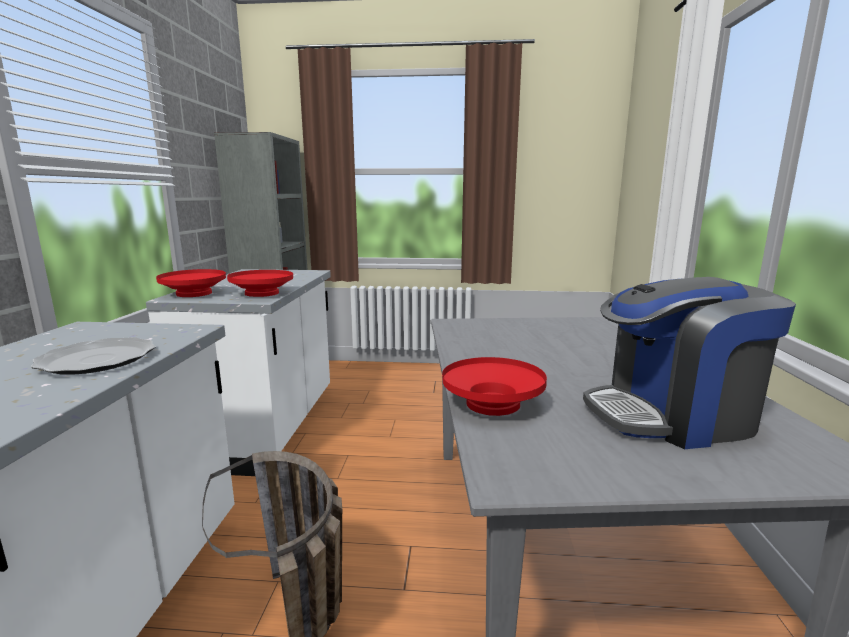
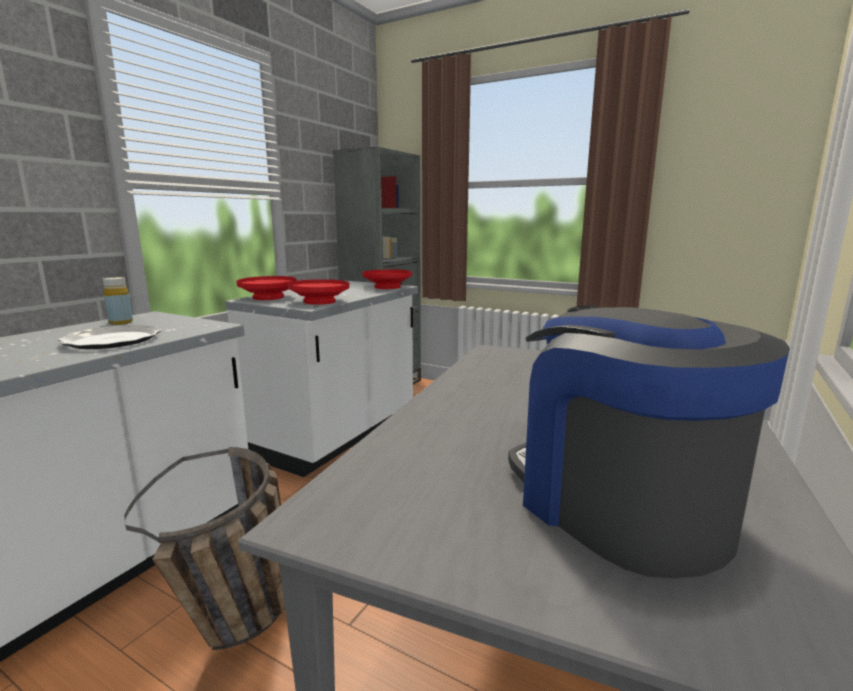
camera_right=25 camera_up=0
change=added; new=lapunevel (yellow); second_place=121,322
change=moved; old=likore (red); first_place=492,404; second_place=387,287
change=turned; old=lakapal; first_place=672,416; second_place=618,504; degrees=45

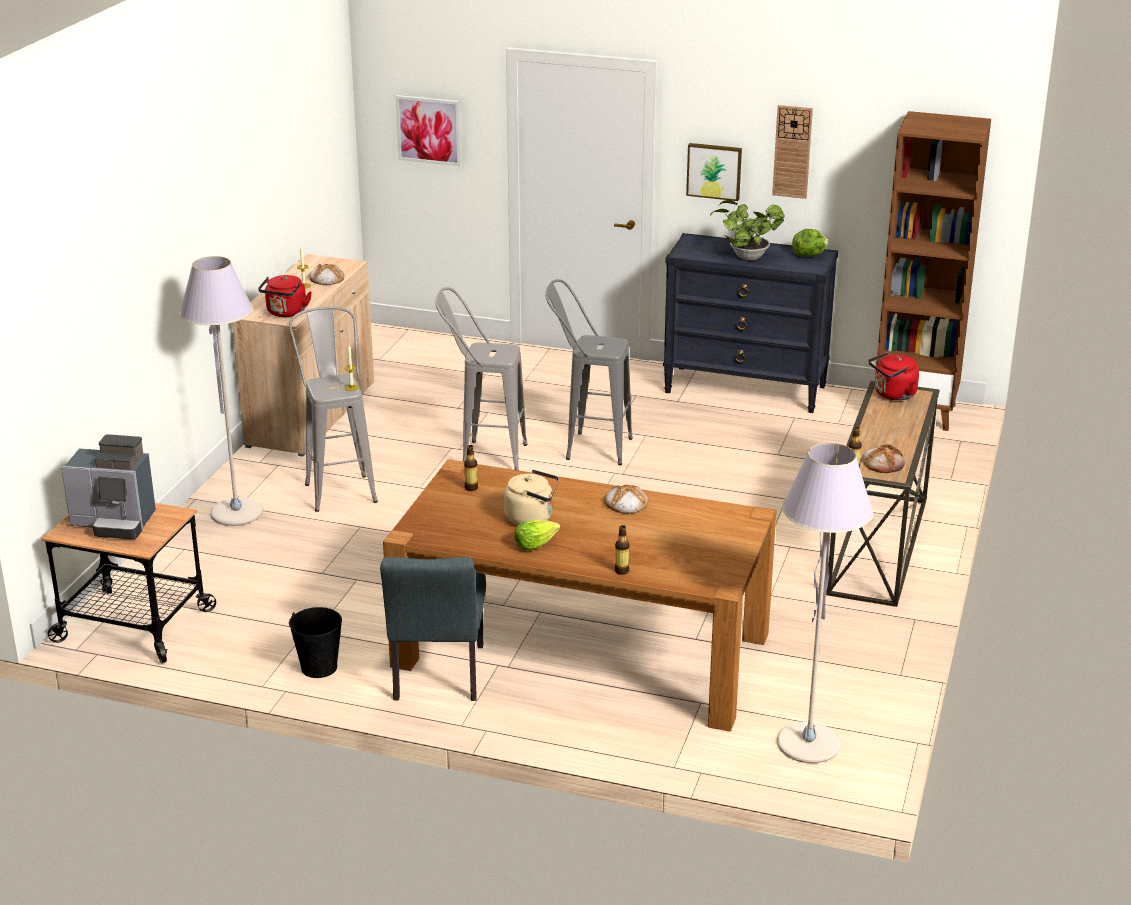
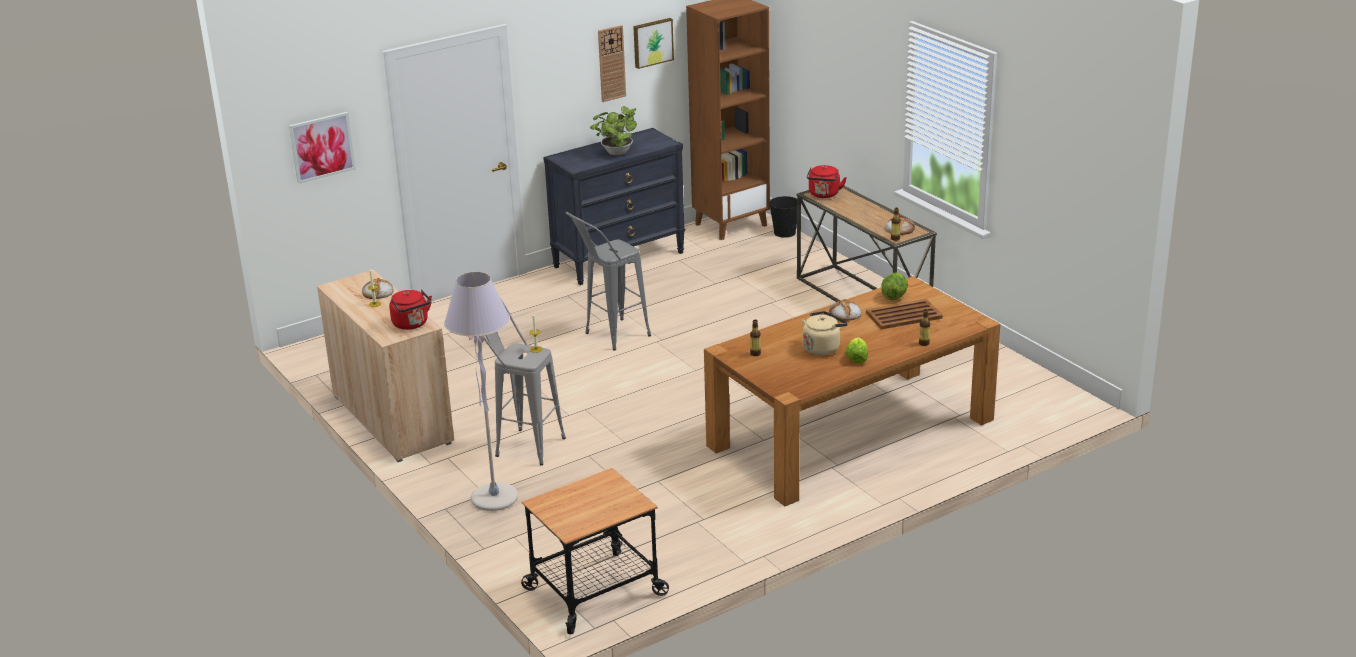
camera_right=-50 camera_up=0
change=moved; old=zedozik; first_place=714,171; second_place=652,42
change=moved; old=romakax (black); first_place=319,667; second_place=784,232
change=added; new=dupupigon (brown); second_place=903,315
change=moved; old=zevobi; first_place=809,255; second_place=894,296
change=removed; old=lakapal; first_place=115,523
change=removed; old=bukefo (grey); first_place=437,678
change=removed; old=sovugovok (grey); first_place=482,456
change=removed; old=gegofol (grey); first_place=808,744

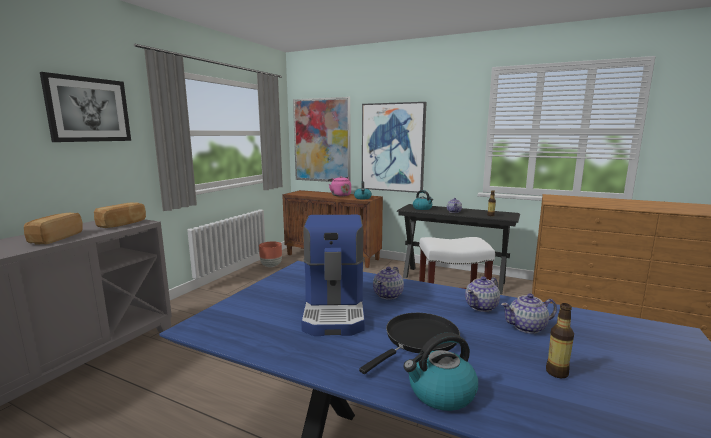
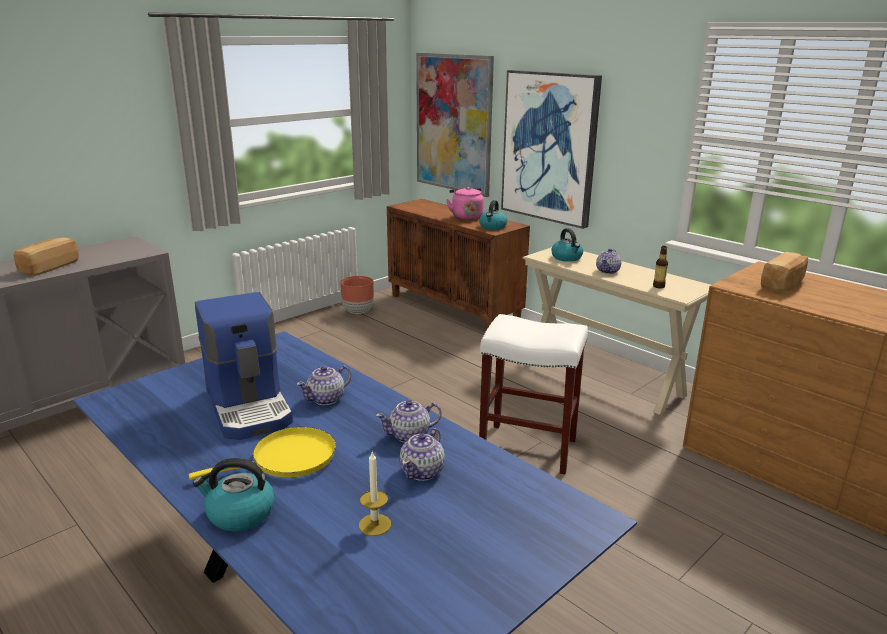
camera_right=20 camera_up=10
change=recoloured; old=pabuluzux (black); new=pabuluzux (yellow); first_place=418,340; second_place=288,459
change=turned; old=lakapal; first_place=335,309; second_place=250,406; degrees=-45
change=replaced; old=lapunevel; new=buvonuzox; first_place=557,372; second_place=375,525
change=turned; old=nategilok; first_place=527,327; second_place=423,471; degrees=-75
change=recoloured; old=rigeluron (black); new=rigeluron (beige); first_place=453,280; second_place=604,377
change=moved; old=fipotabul; first_place=123,224; second_place=783,284
change=removed; old=zedozik; first_place=88,109

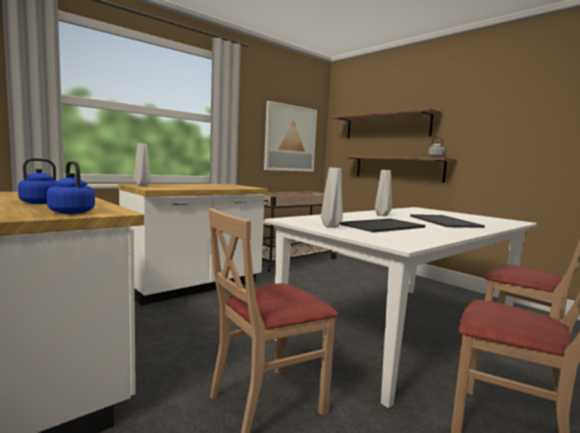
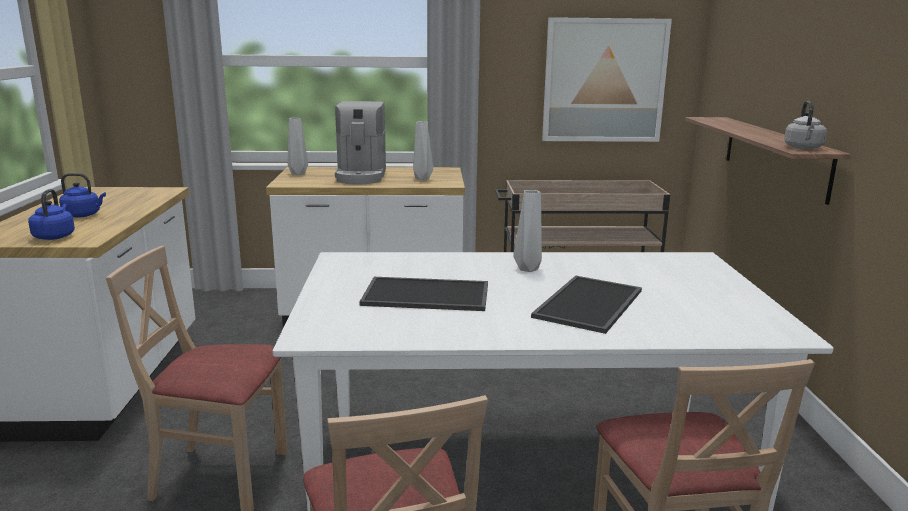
camera_right=40 camera_up=10
change=added; new=lakapal; second_place=361,176
change=moved; old=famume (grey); first_place=330,226; second_place=421,178
change=removed; old=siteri; first_place=386,126

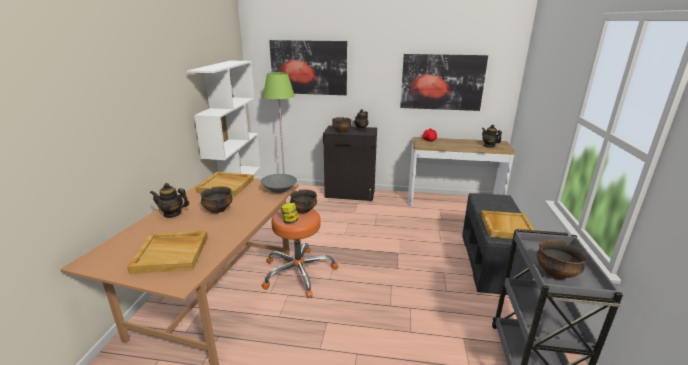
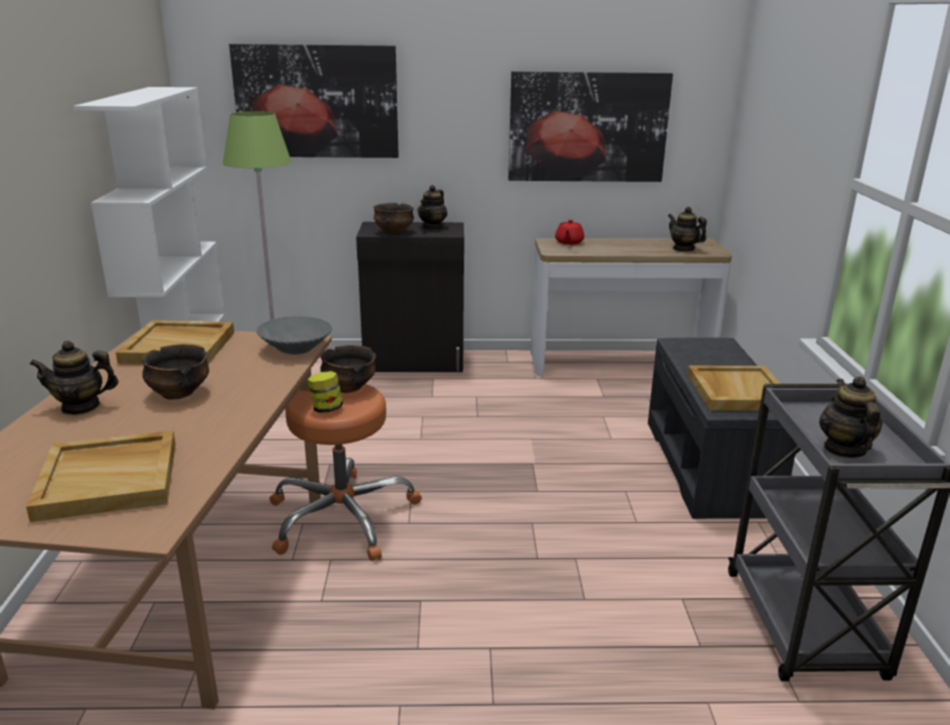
camera_right=-10 camera_up=0
change=replaced; old=likore; new=nategilok; first_place=555,273; second_place=844,449

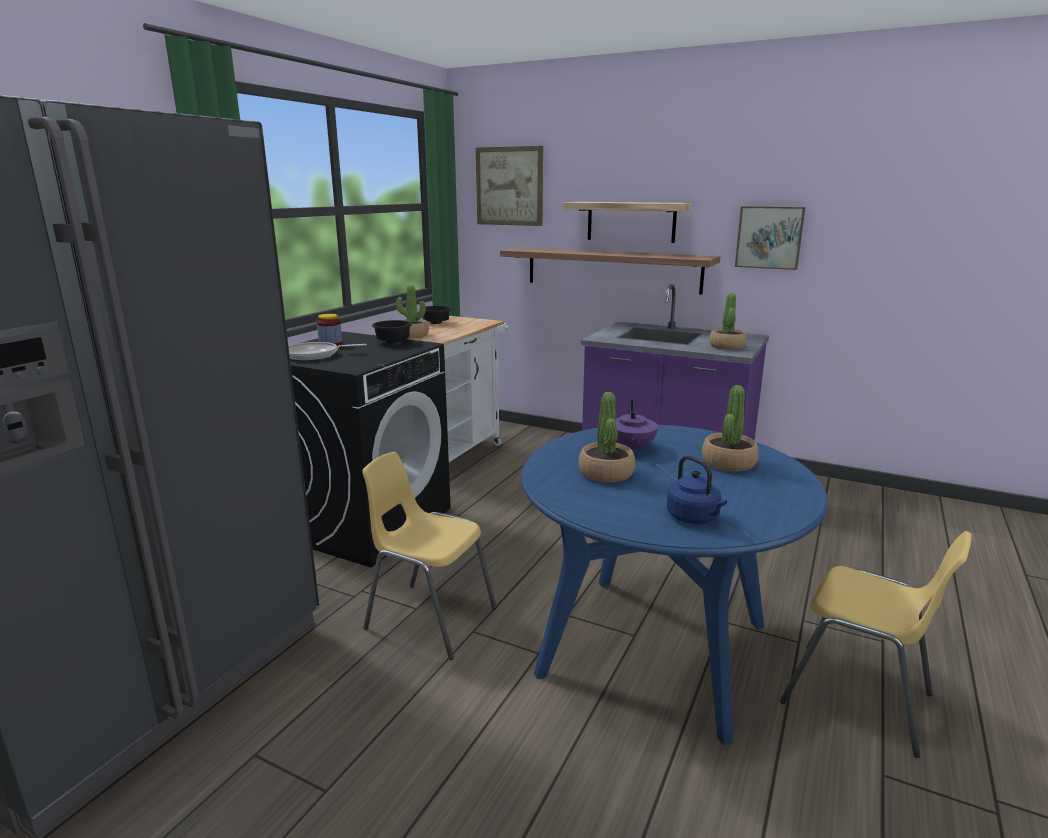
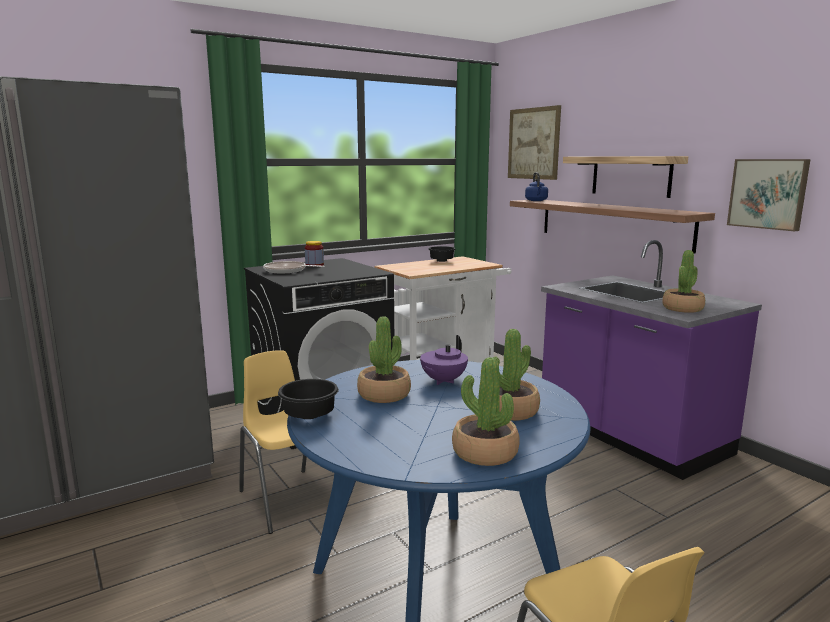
camera_right=30 camera_up=-5
change=moved; old=likore (black); first_place=392,342; second_place=308,415
change=moved; old=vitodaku; first_place=412,335; second_place=484,452
change=moved; old=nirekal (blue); first_place=694,518; second_place=536,200

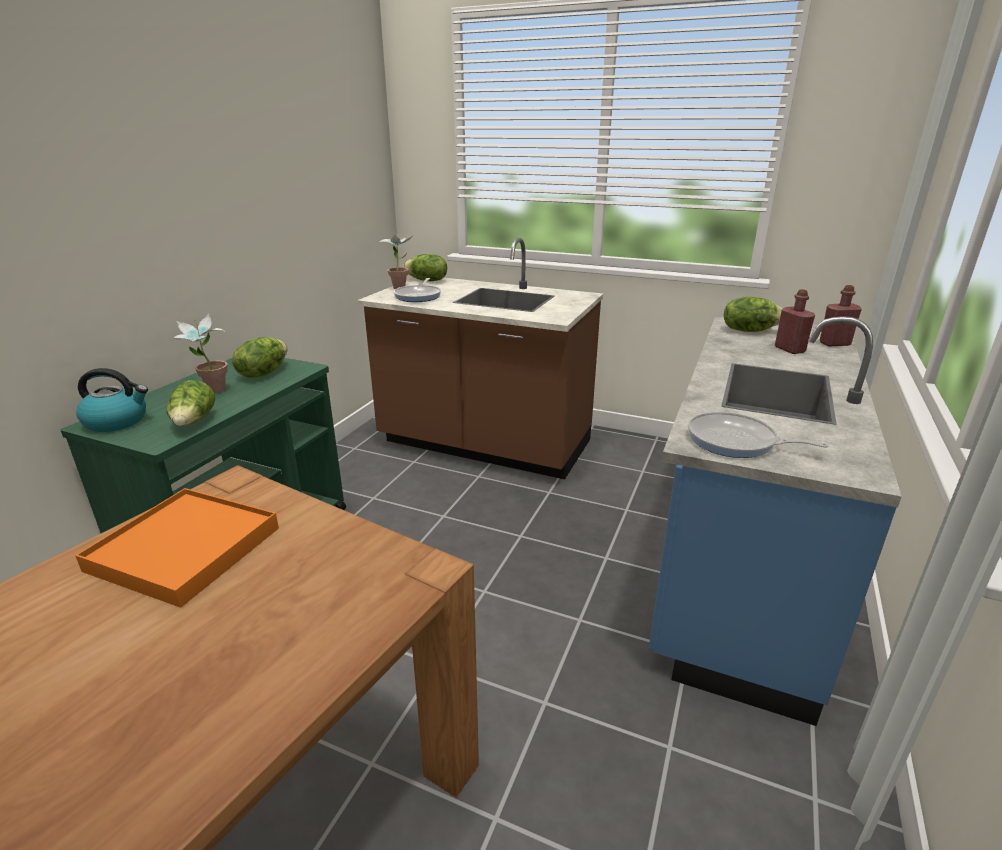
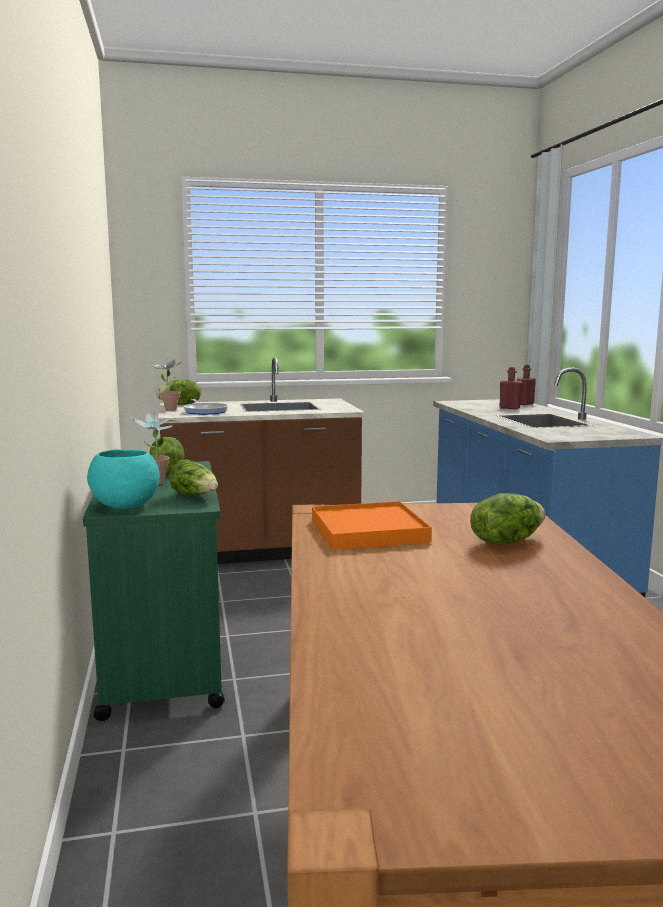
camera_right=-35 camera_up=-15
change=replaced; old=nirekal; new=likore (turquoise); first_place=117,421; second_place=125,506
change=moved; old=zevobi; first_place=749,330; second_place=506,541
change=removed; old=pabuluzux; first_place=736,442

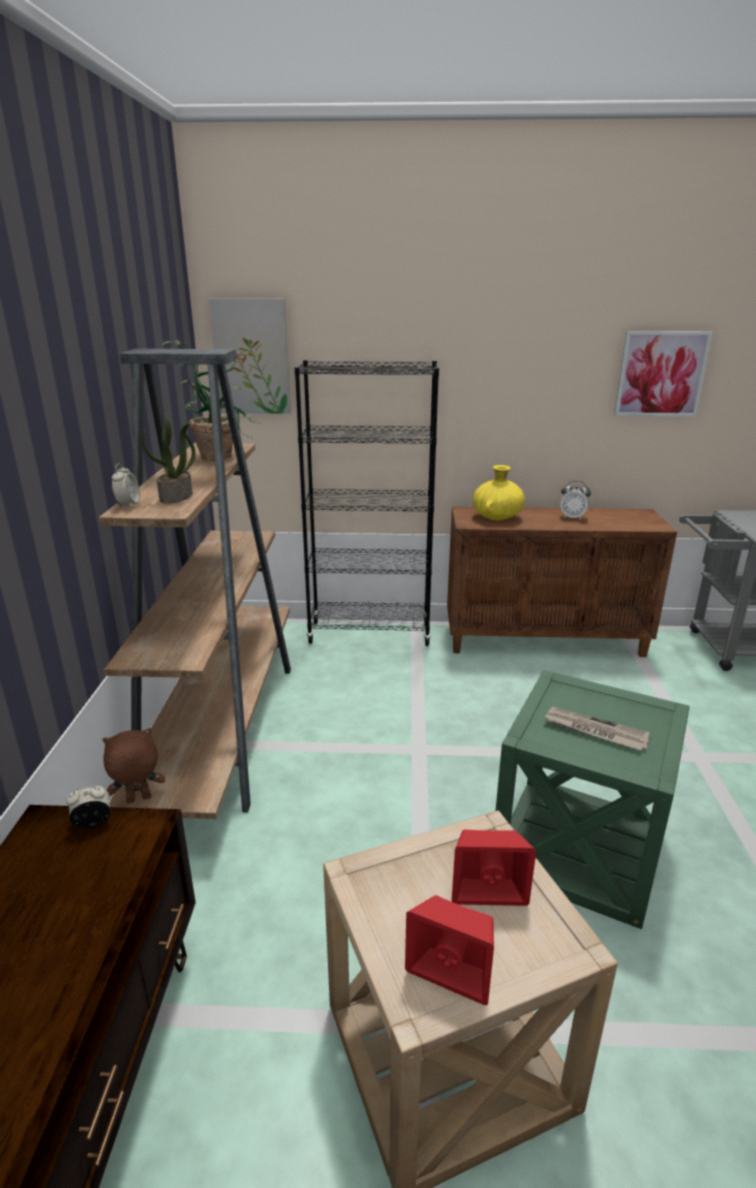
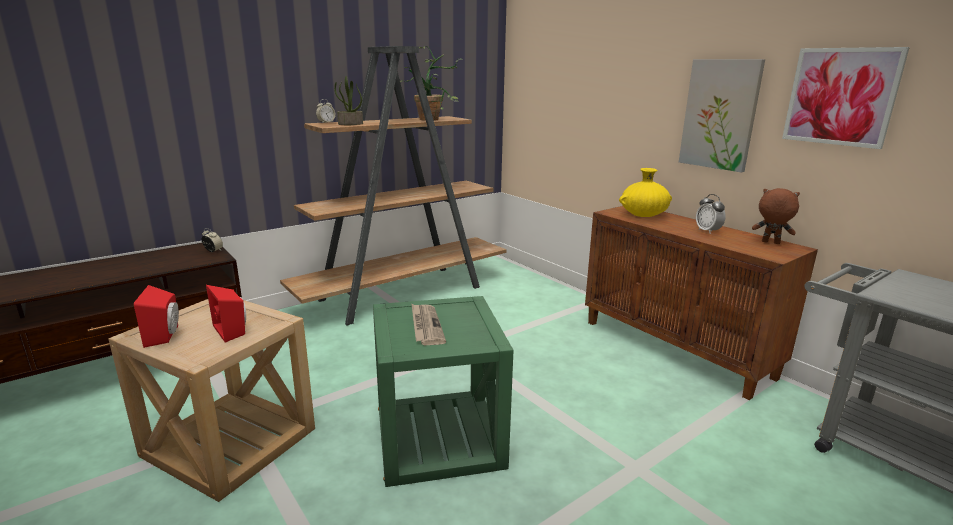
camera_right=50 camera_up=-5
change=moved; old=zedozik; first_place=252,357; second_place=720,114
change=moved; old=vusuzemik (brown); first_place=138,800; second_place=770,243
change=removed; old=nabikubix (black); first_place=370,634

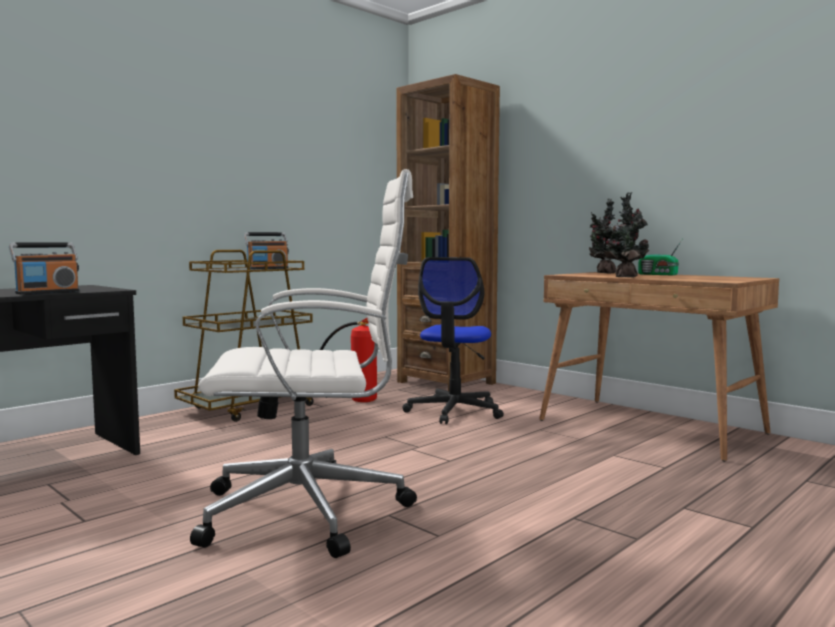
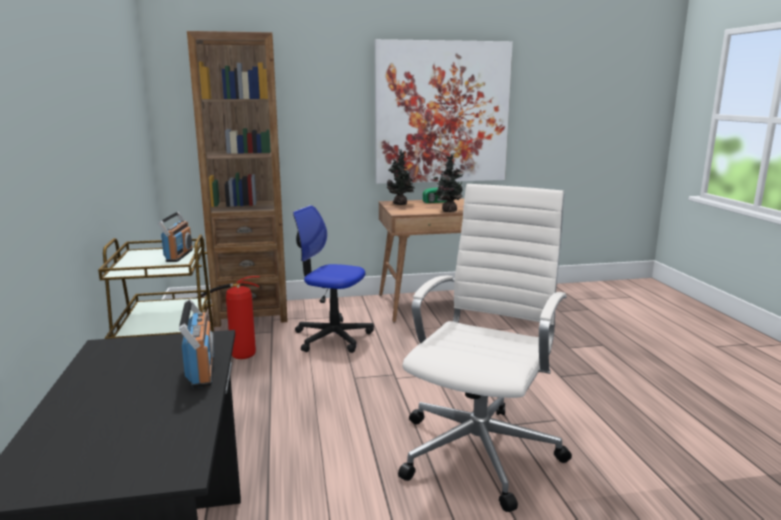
camera_right=-55 camera_up=10
change=turned; old=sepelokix; first_place=454,411; second_place=332,337; degrees=150
change=added; new=zedozik; second_place=442,113

